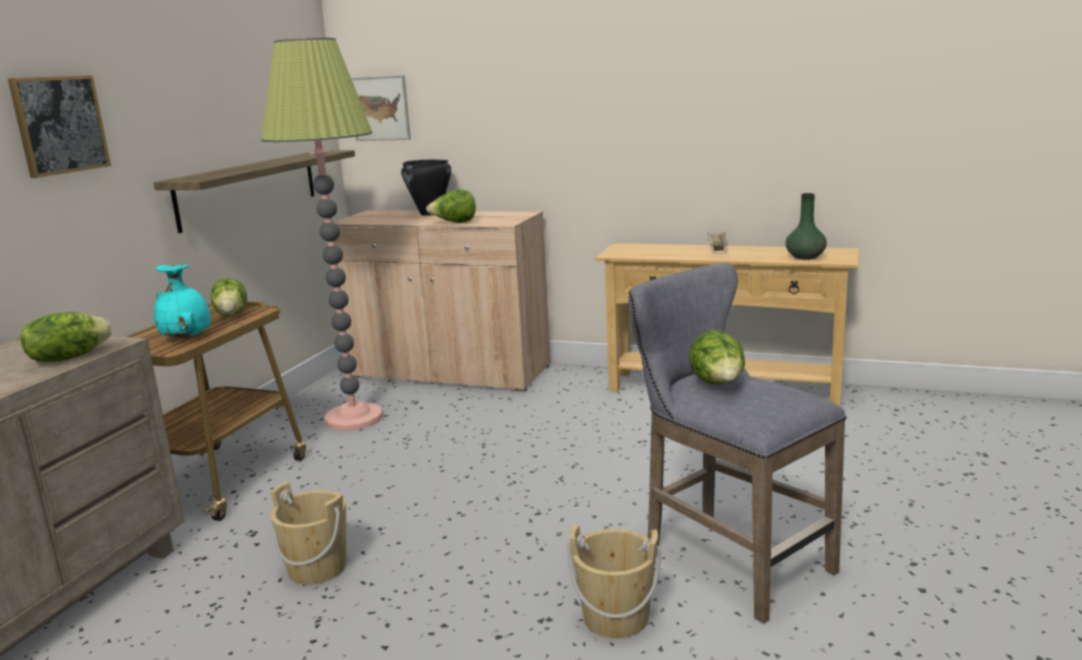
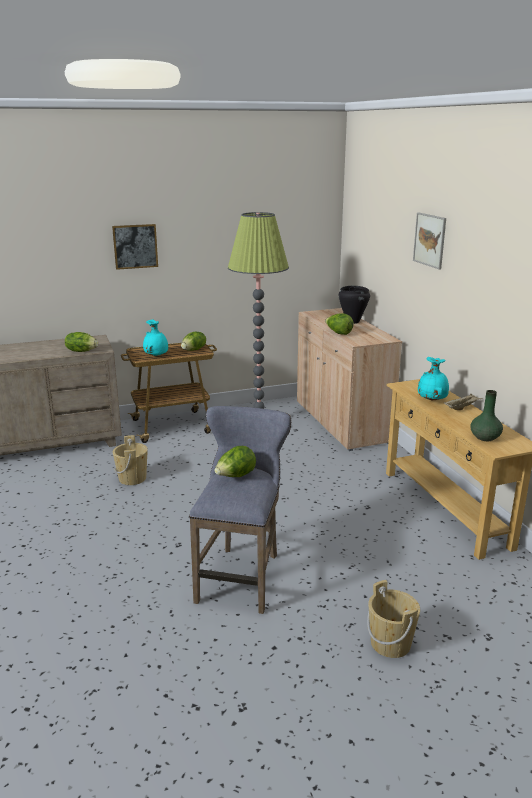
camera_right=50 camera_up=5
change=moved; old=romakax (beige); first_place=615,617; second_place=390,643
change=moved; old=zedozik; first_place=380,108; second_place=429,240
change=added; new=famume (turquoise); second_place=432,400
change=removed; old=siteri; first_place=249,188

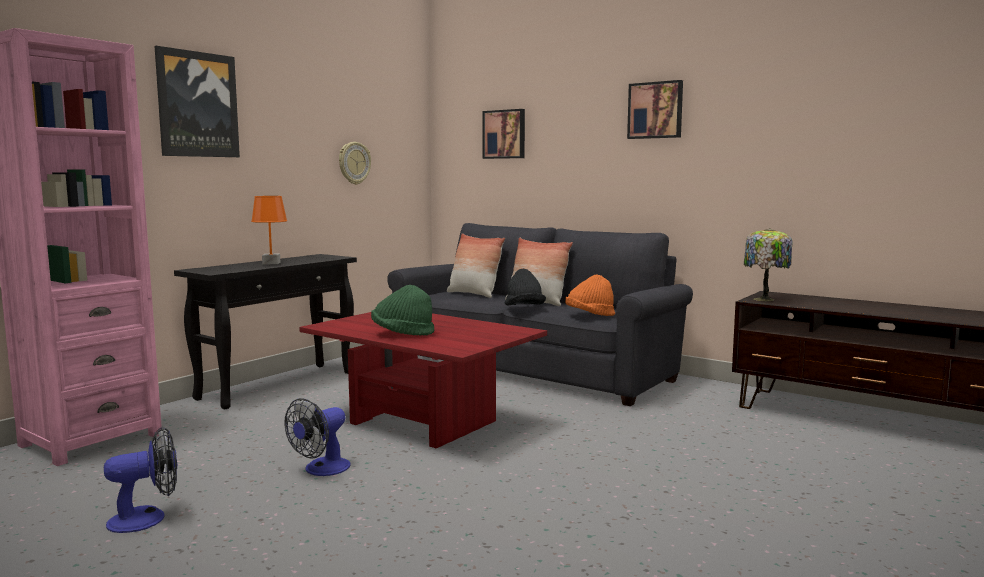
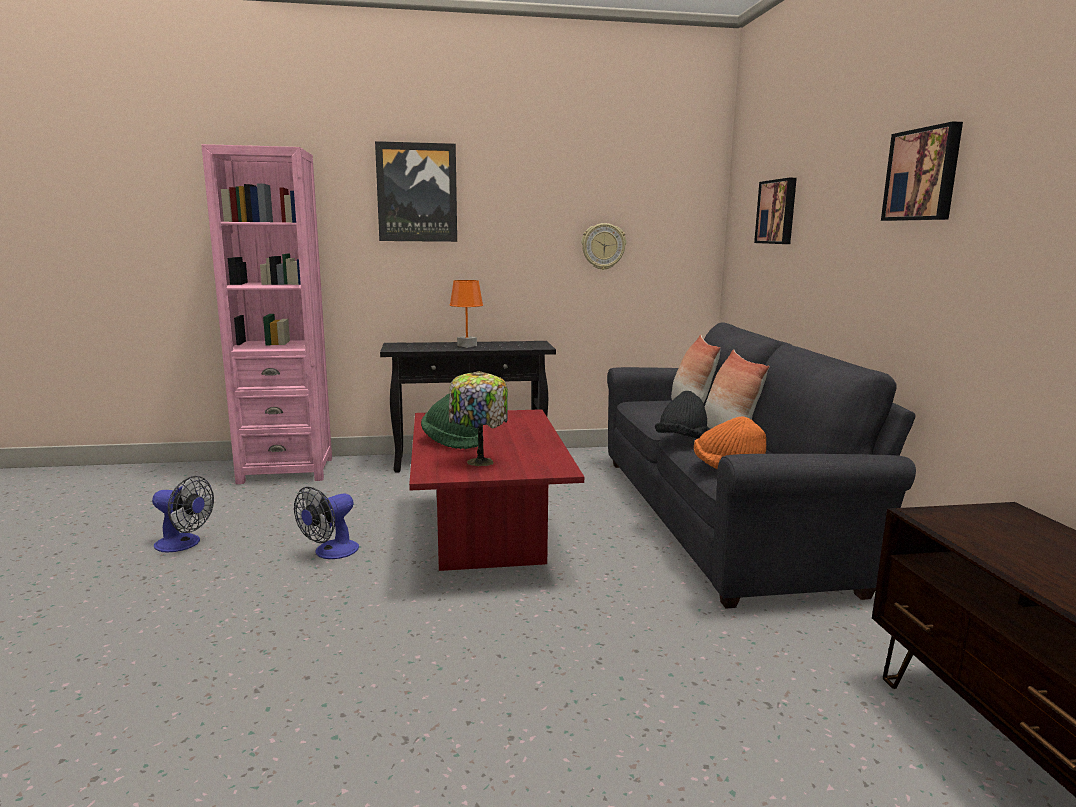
camera_right=45 camera_up=5
change=turned; old=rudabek; first_place=321,470; second_place=330,552; degrees=-45
change=moved; old=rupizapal; first_place=764,299; second_place=478,462

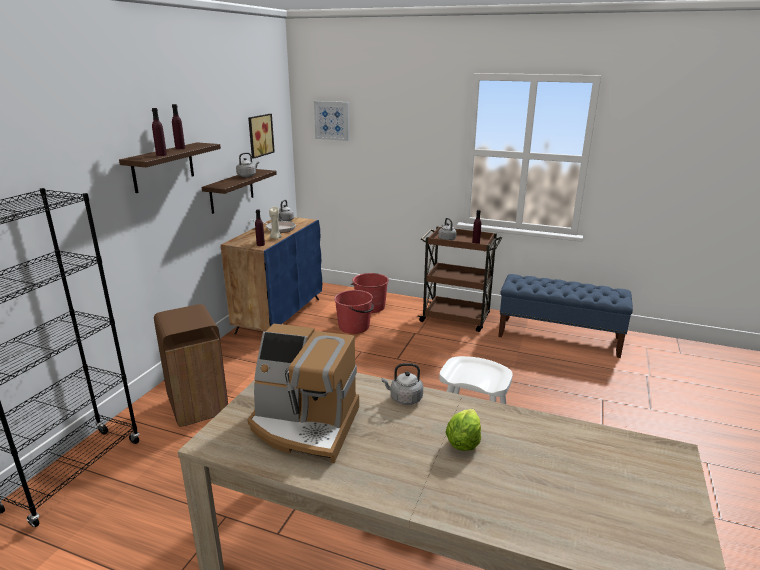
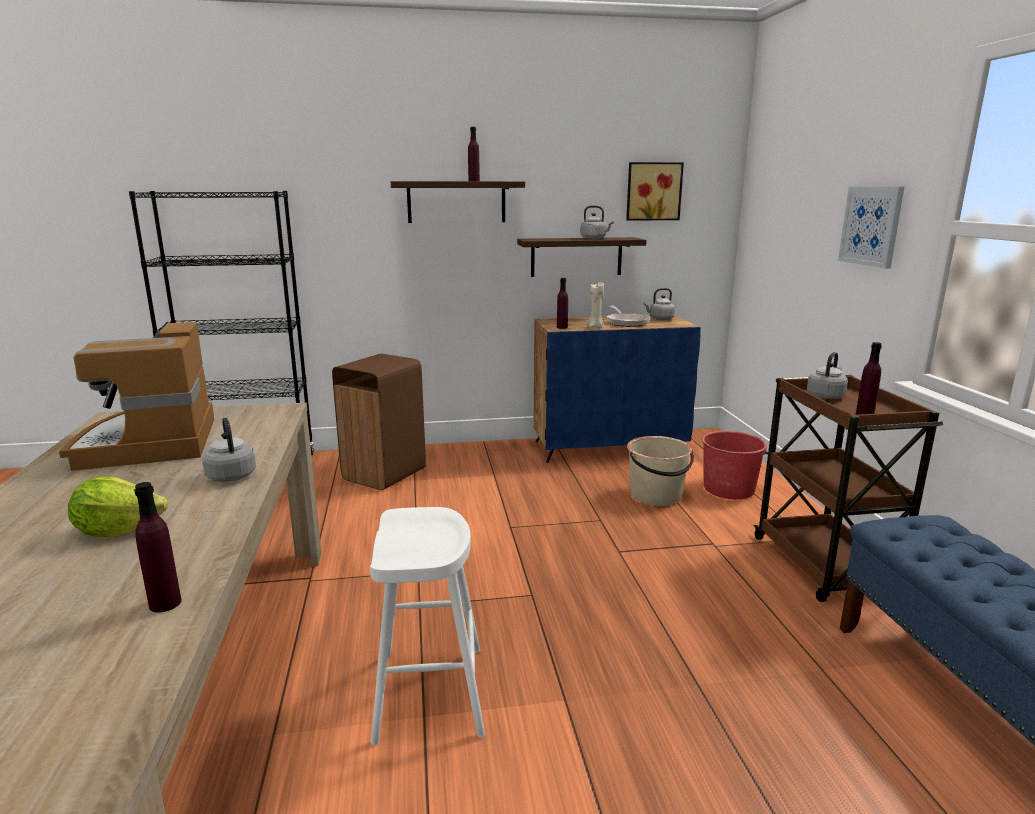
camera_right=60 camera_up=-5
change=moved; old=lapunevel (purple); first_place=161,155; second_place=165,603
change=recoloured; old=romakax (red); new=romakax (beige); first_place=354,326; second_place=656,496
change=moved; old=zedozik; first_place=332,120; second_place=871,226

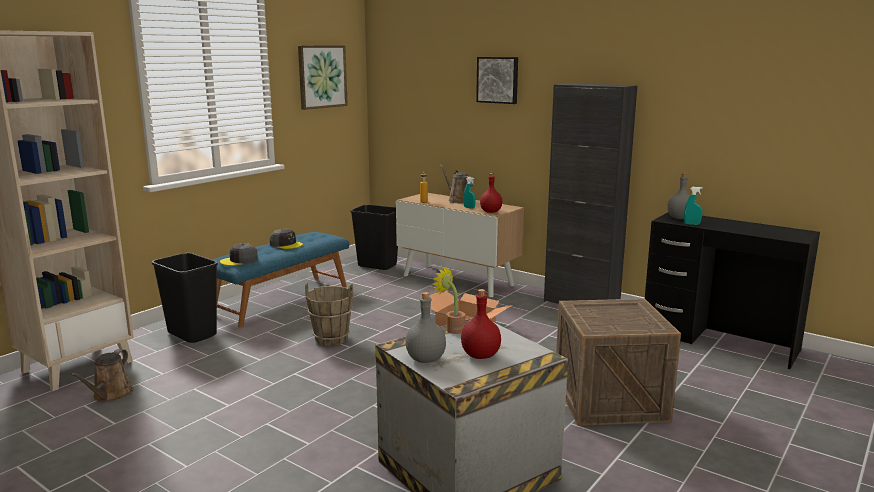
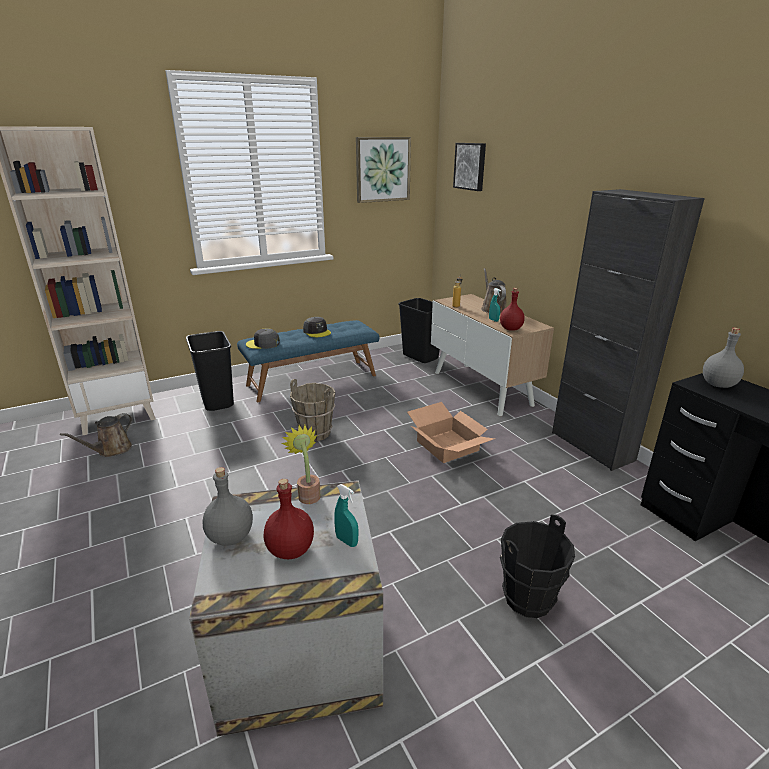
camera_right=25 camera_up=10
change=moved; old=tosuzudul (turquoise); first_place=692,224; second_place=347,541
change=moved; old=zedozik; first_place=498,80; second_place=470,166
change=replaced; old=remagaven; new=romakax (black); first_place=609,400; second_place=528,599

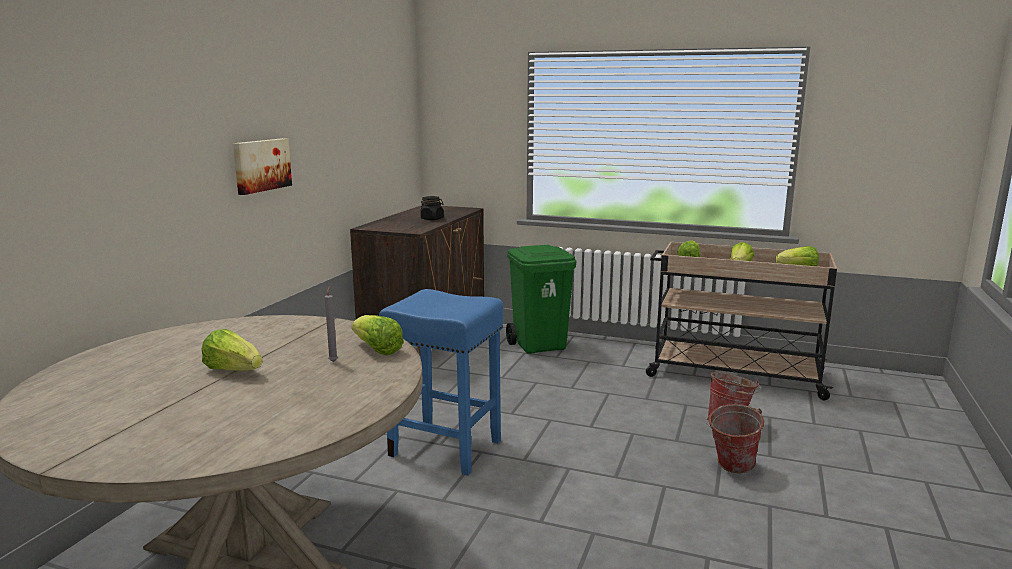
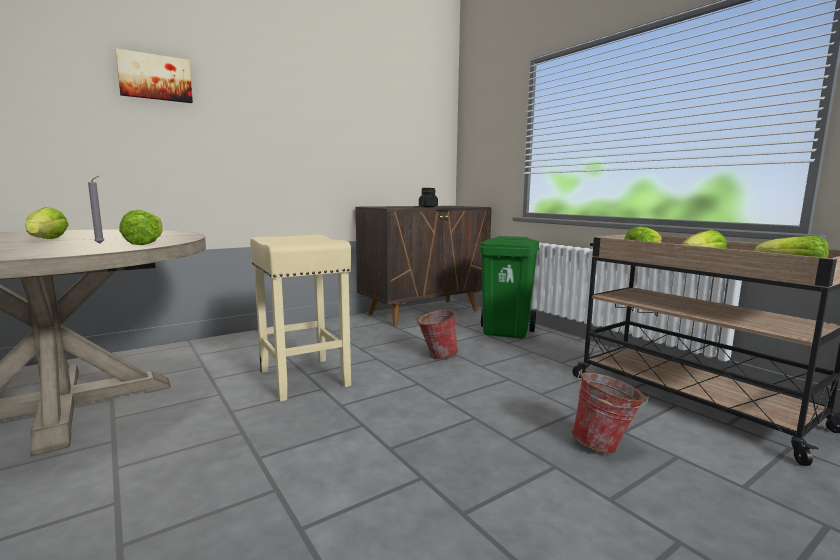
camera_right=35 camera_up=-5
change=moved; old=zedozik; first_place=261,165; second_place=155,77
change=recoloured; old=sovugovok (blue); new=sovugovok (beige); first_place=447,448; second_place=305,379
change=moved; old=romakax; first_place=730,467; second_place=436,356

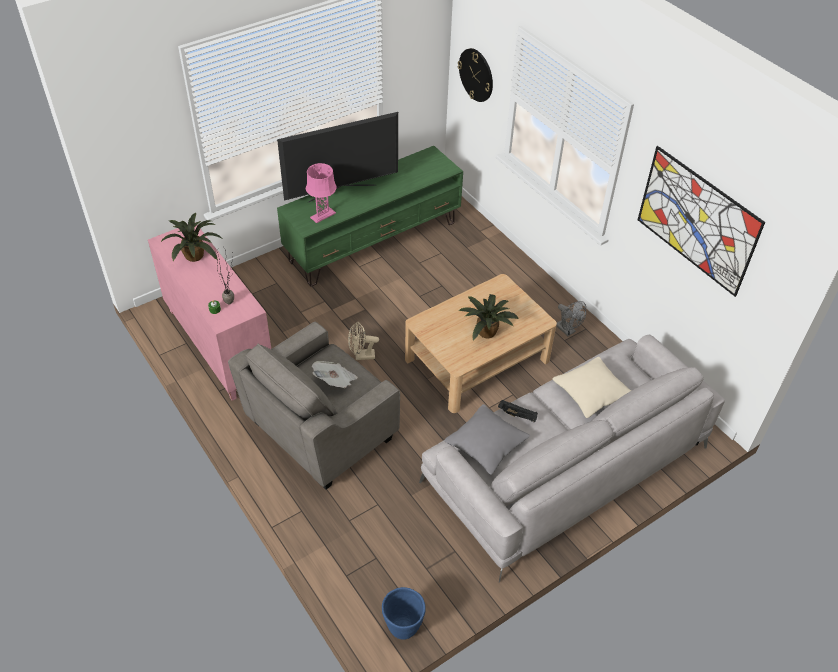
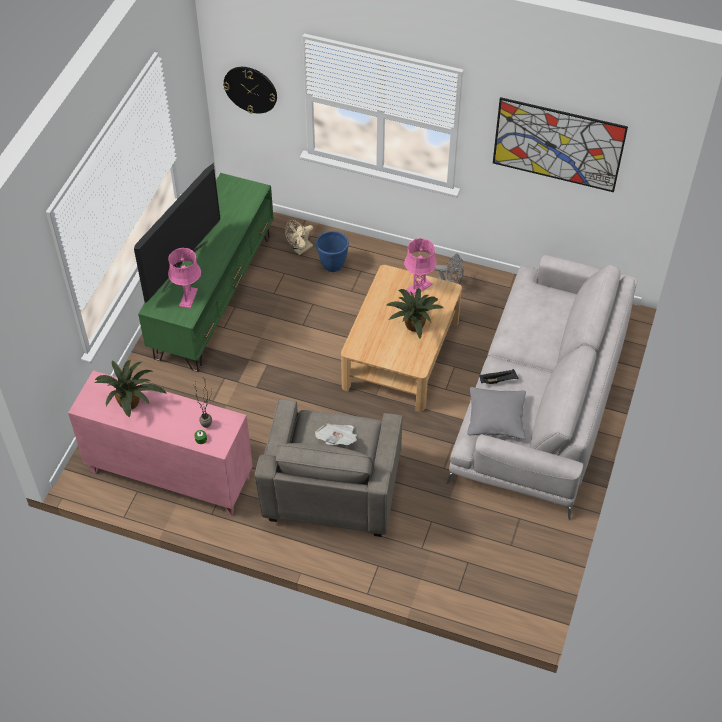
camera_right=-35 camera_up=5
change=moved; old=rudabek (beige); first_place=361,356; second_place=300,250
change=moved; old=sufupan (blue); first_place=403,627; second_place=332,265
change=added; new=rupizapal (pink); second_place=419,287
change=removed; old=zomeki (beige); first_place=591,393

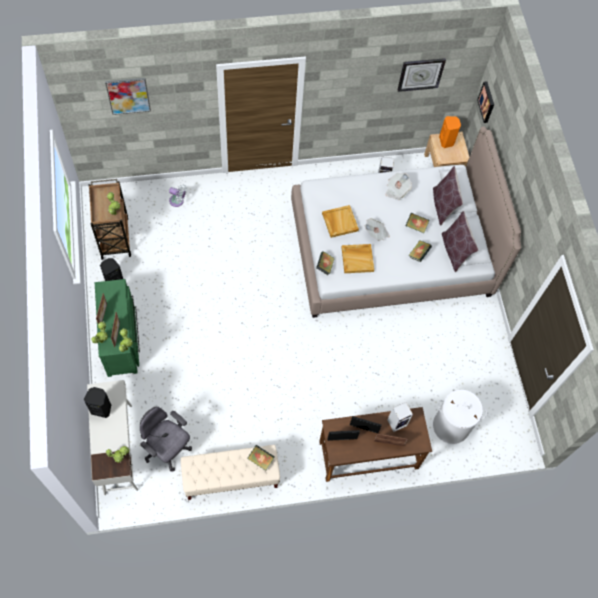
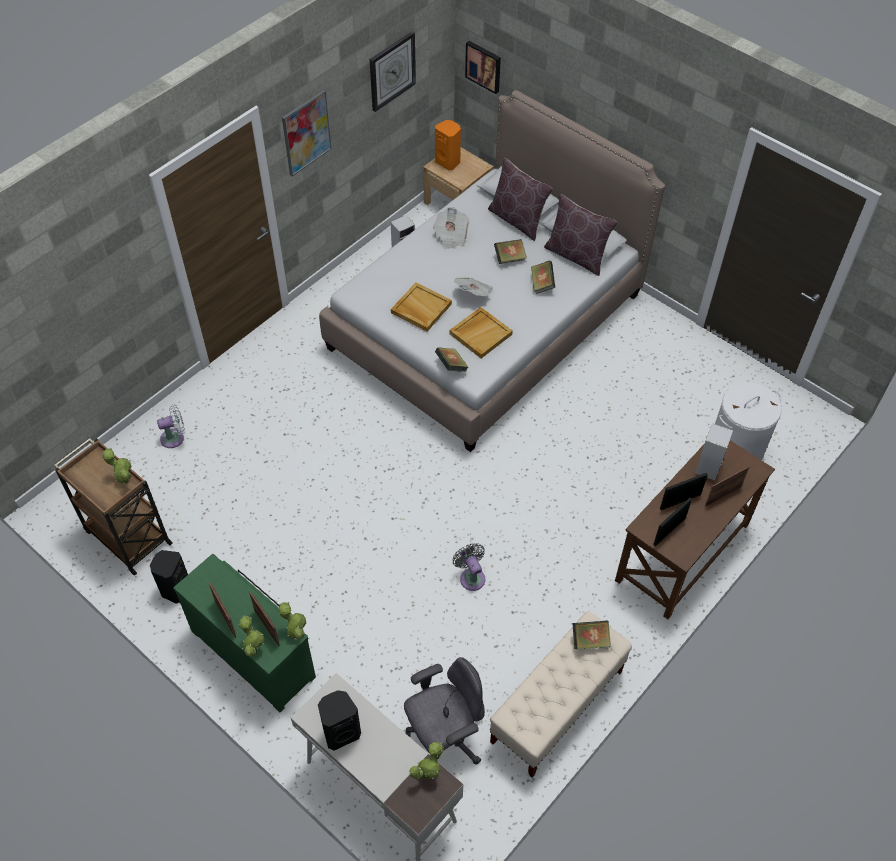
camera_right=-35 camera_up=-10
change=moved; old=zedozik; first_place=128,95; second_place=306,133
change=turned; old=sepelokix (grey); first_place=167,449; second_place=445,737; degrees=150
change=added; new=rudabek (grey); second_place=471,576

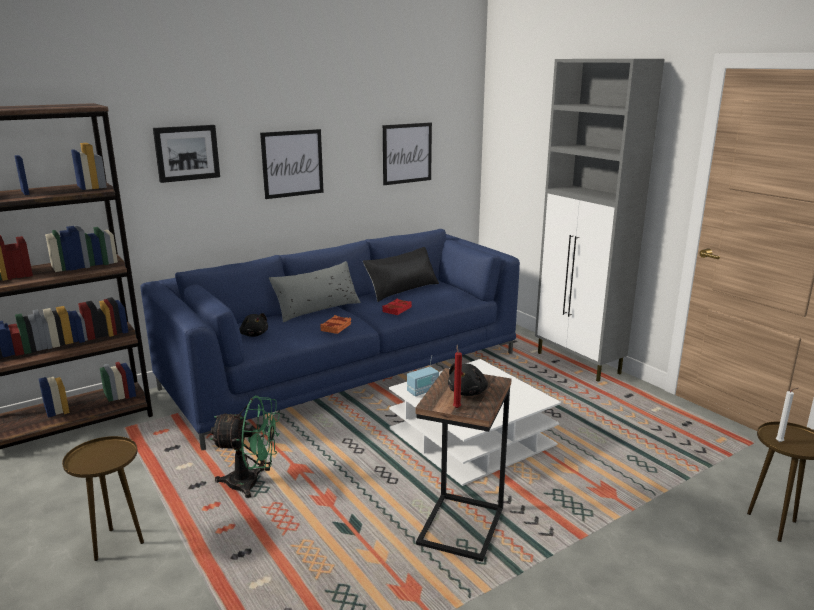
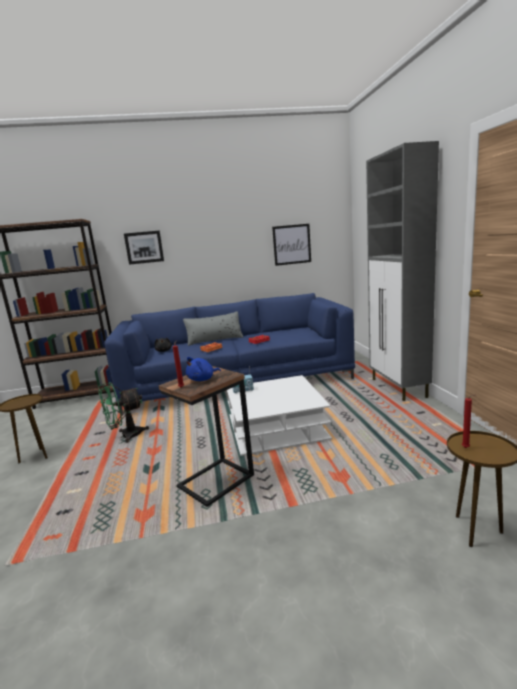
camera_right=25 camera_up=-5
change=turned; old=rudabek (green); first_place=251,483; second_place=126,436; degrees=120
change=recoloured; old=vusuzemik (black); new=vusuzemik (blue); first_place=468,392; second_place=202,379
change=recoloured; old=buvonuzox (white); new=buvonuzox (red); first_place=780,442; second_place=467,448
change=removed; old=zedozik; first_place=292,163
change=removed; old=zomeki (black); first_place=402,290

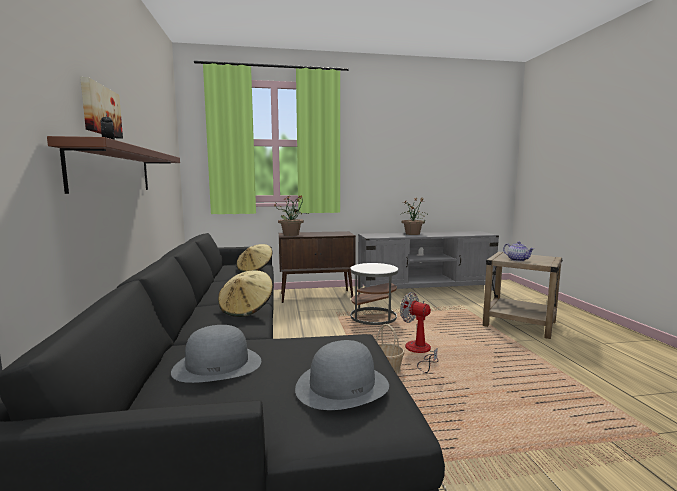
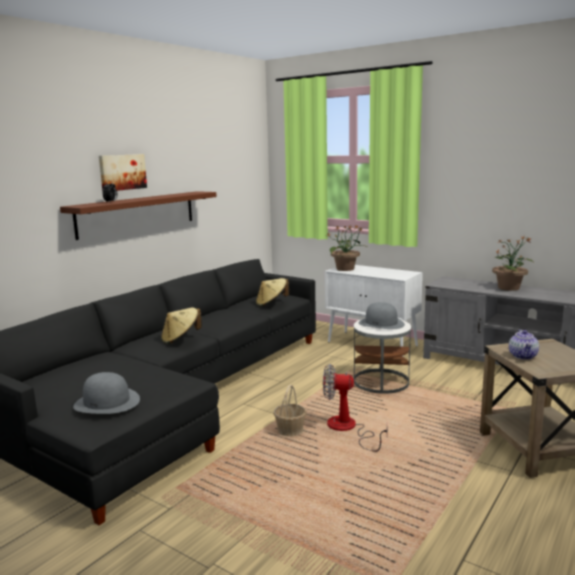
camera_right=45 camera_up=5
change=turned; old=rudabek; first_place=419,352; second_place=348,429; degrees=-75
change=recoloured; old=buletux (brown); new=buletux (white); first_place=317,296; second_place=373,344
change=moved; old=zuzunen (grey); first_place=218,365; second_place=381,323

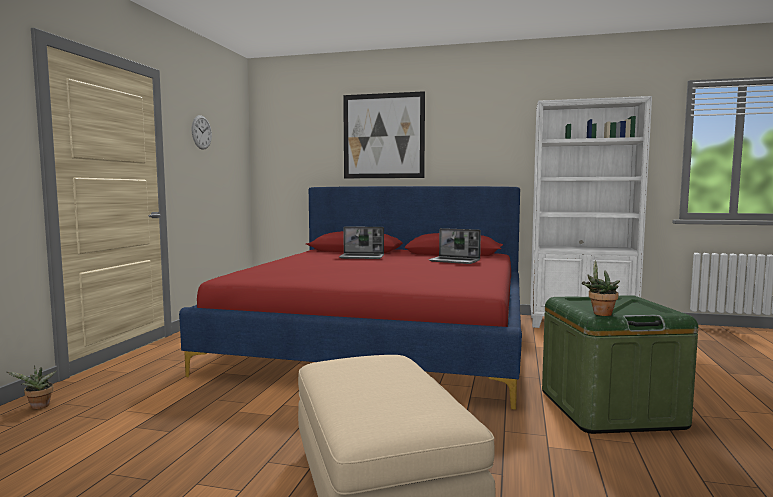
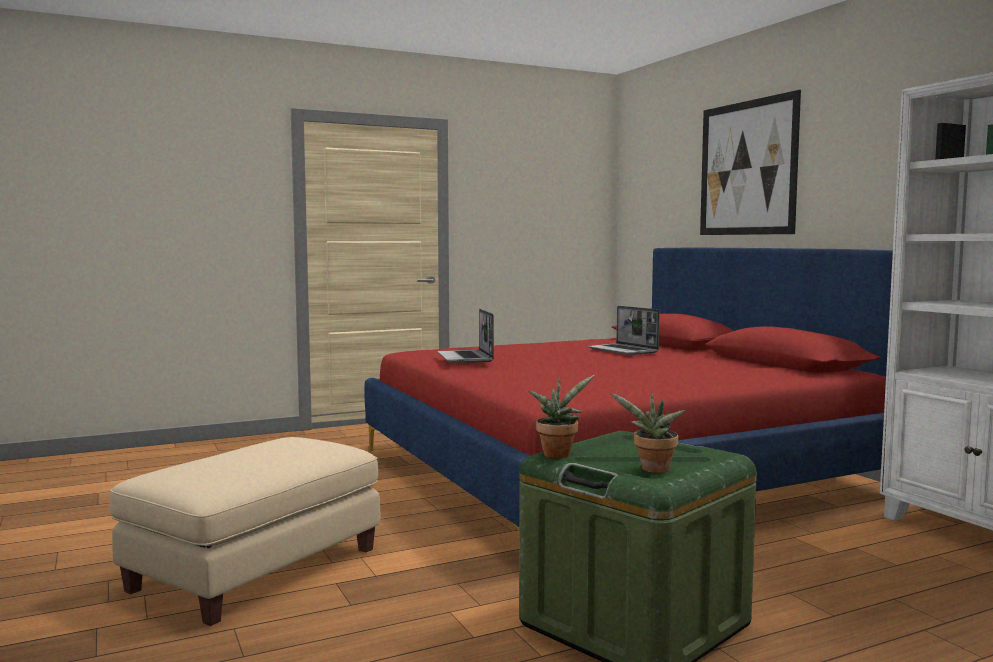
camera_right=50 camera_up=0
change=moved; old=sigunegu; first_place=455,261; second_place=466,358
change=moved; old=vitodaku; first_place=38,407; second_place=652,470
change=removed; old=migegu; first_place=201,132

